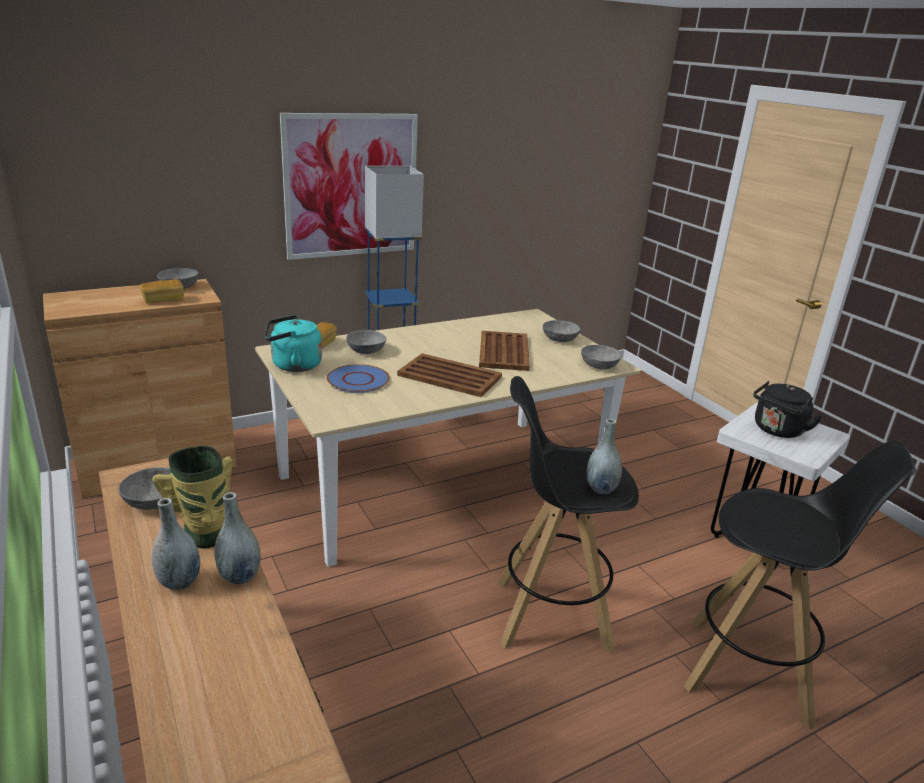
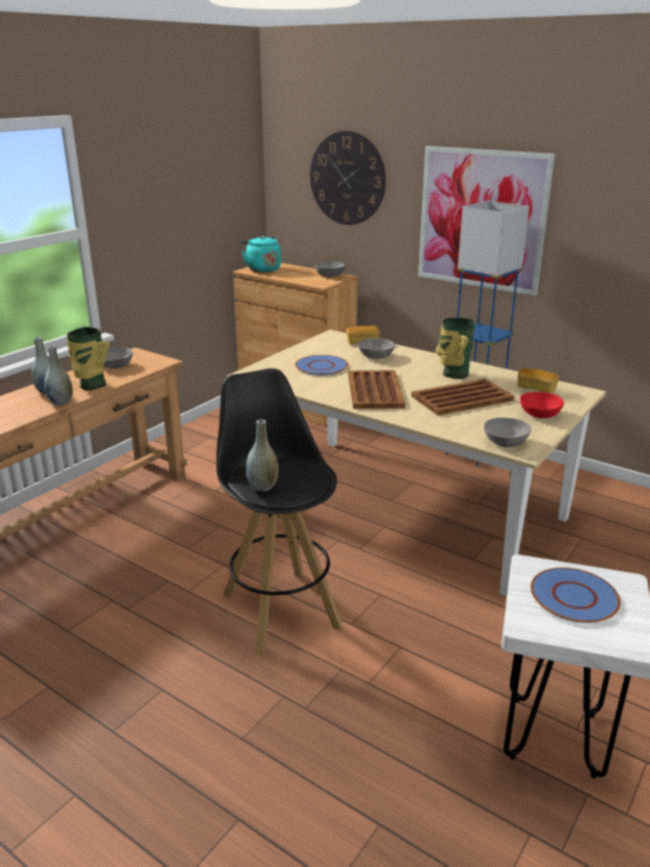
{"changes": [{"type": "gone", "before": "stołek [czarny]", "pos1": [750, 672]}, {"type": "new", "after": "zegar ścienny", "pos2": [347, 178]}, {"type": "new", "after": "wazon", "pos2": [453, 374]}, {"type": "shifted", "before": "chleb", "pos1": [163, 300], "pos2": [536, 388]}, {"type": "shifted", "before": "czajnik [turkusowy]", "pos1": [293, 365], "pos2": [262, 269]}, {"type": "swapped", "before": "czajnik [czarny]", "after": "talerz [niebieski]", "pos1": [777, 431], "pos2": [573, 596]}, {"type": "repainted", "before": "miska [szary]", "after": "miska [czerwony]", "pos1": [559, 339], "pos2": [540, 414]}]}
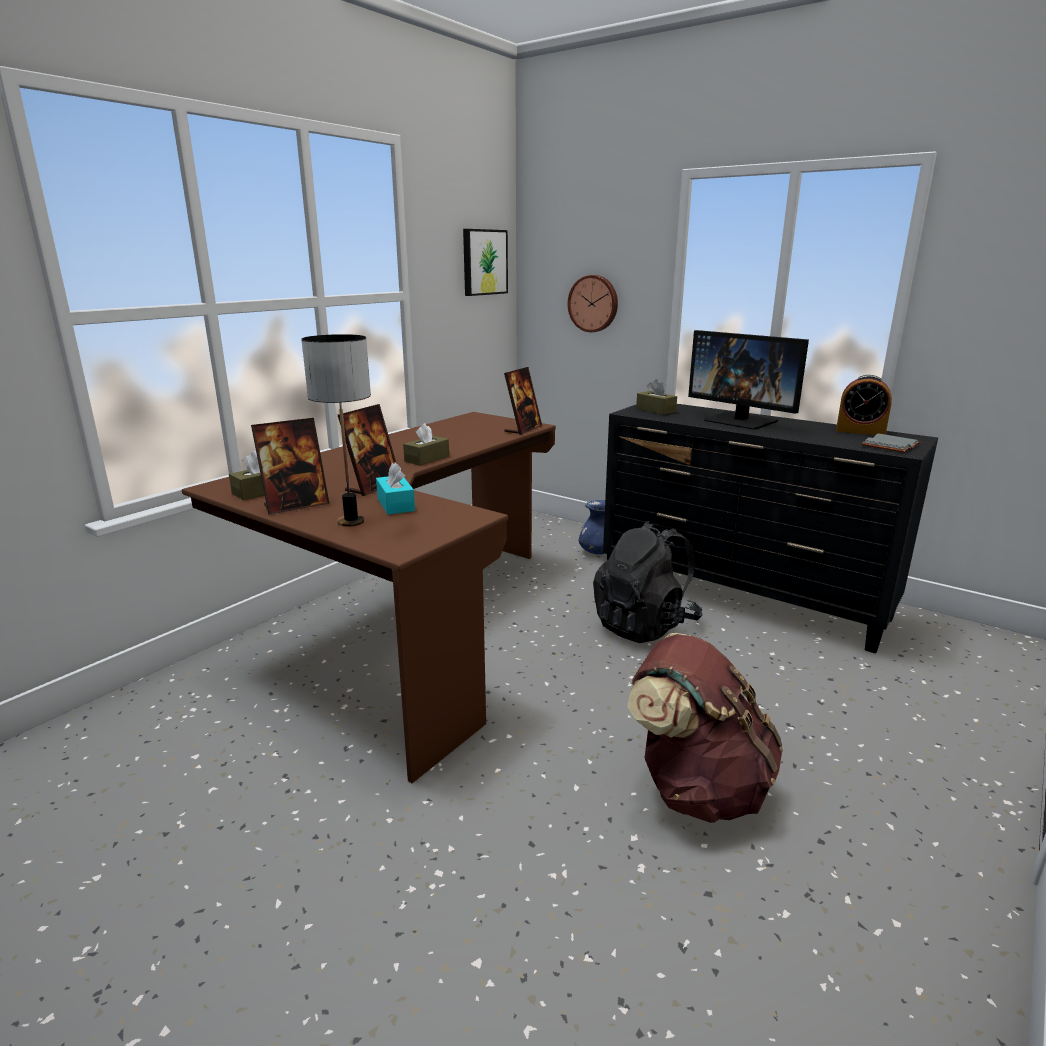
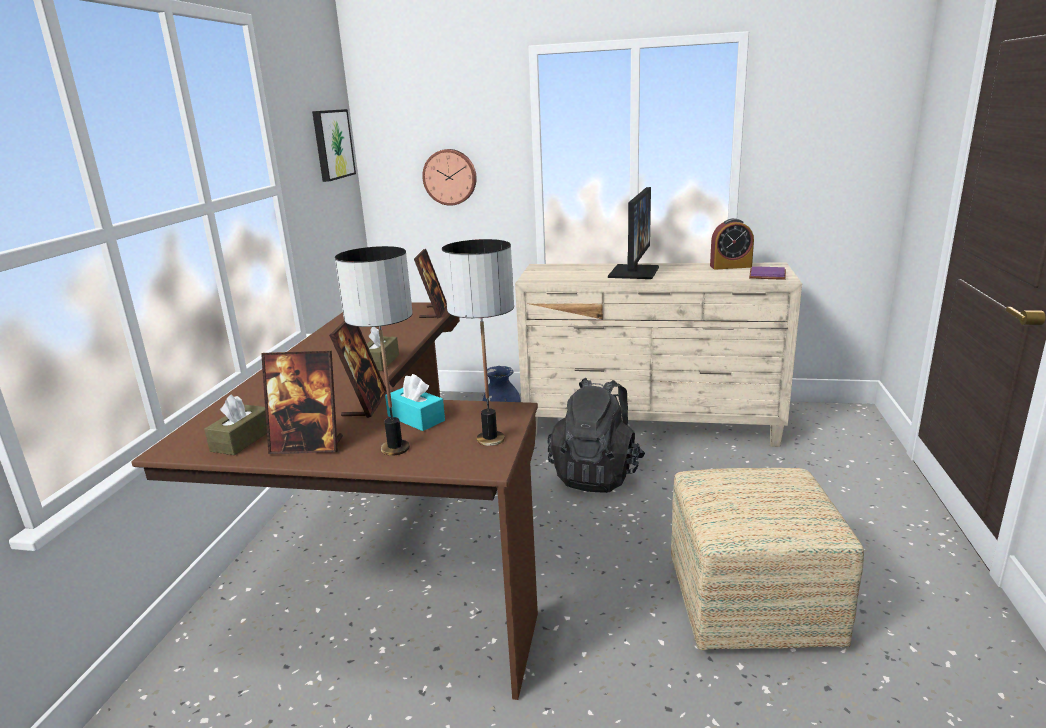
{"changes": [{"type": "gone", "before": "pudełko chusteczek [brązowy]", "pos1": [655, 410]}, {"type": "new", "after": "lampa stołowa", "pos2": [490, 439]}, {"type": "swapped", "before": "plecak [brązowy]", "after": "pufa", "pos1": [696, 787], "pos2": [749, 603]}, {"type": "repainted", "before": "komoda [czarny]", "after": "komoda [beżowy]", "pos1": [741, 596], "pos2": [651, 426]}, {"type": "repainted", "before": "książka [szary]", "after": "książka [fioletowy]", "pos1": [889, 445], "pos2": [766, 275]}, {"type": "rotated", "before": "ramka na zdjęcie", "pos1": [296, 505], "pos2": [308, 446], "turn": 60}, {"type": "rotated", "before": "monitor", "pos1": [741, 421], "pos2": [633, 272], "turn": -90}]}
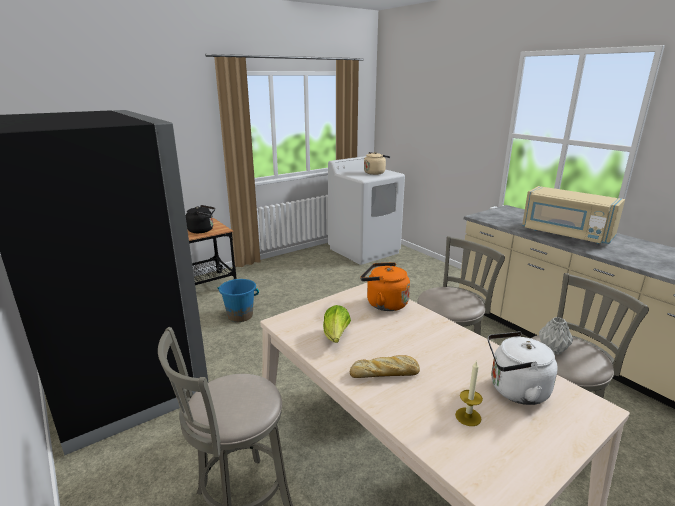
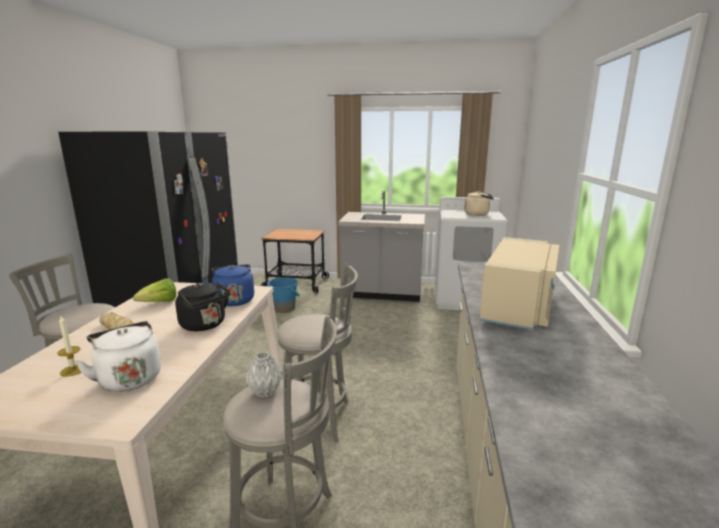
{"changes": [{"type": "new", "after": "zabudowa kuchenna [szary]", "pos2": [382, 294]}, {"type": "shifted", "before": "czajnik [czarny]", "pos1": [202, 230], "pos2": [205, 325]}, {"type": "repainted", "before": "czajnik [pomarańczowy]", "after": "czajnik [niebieski]", "pos1": [384, 303], "pos2": [234, 300]}, {"type": "rotated", "before": "mikrofalówka [beżowy]", "pos1": [565, 234], "pos2": [517, 307], "turn": -150}]}
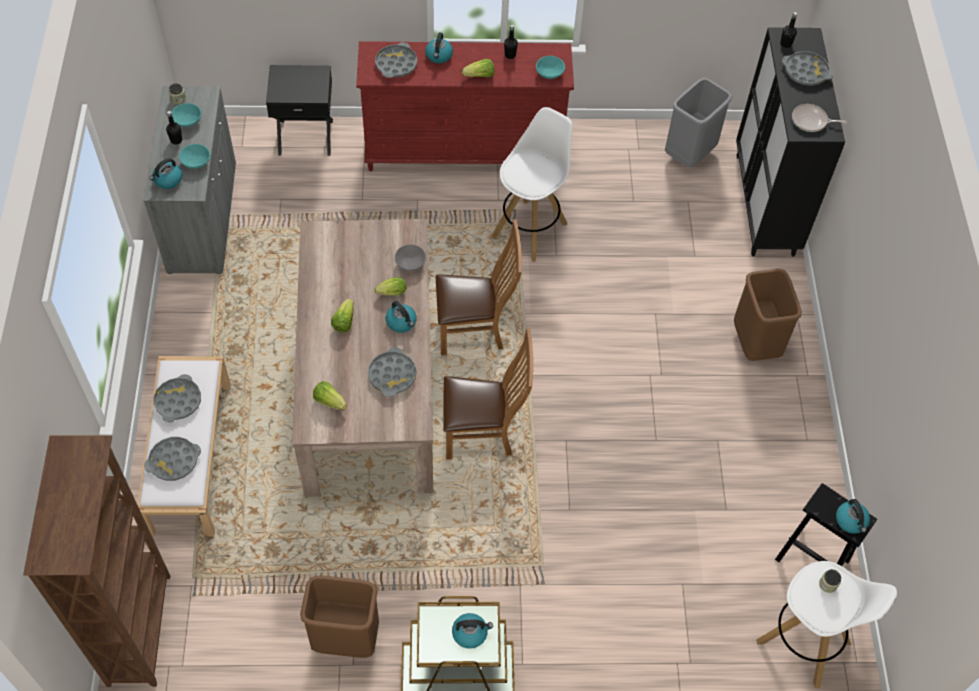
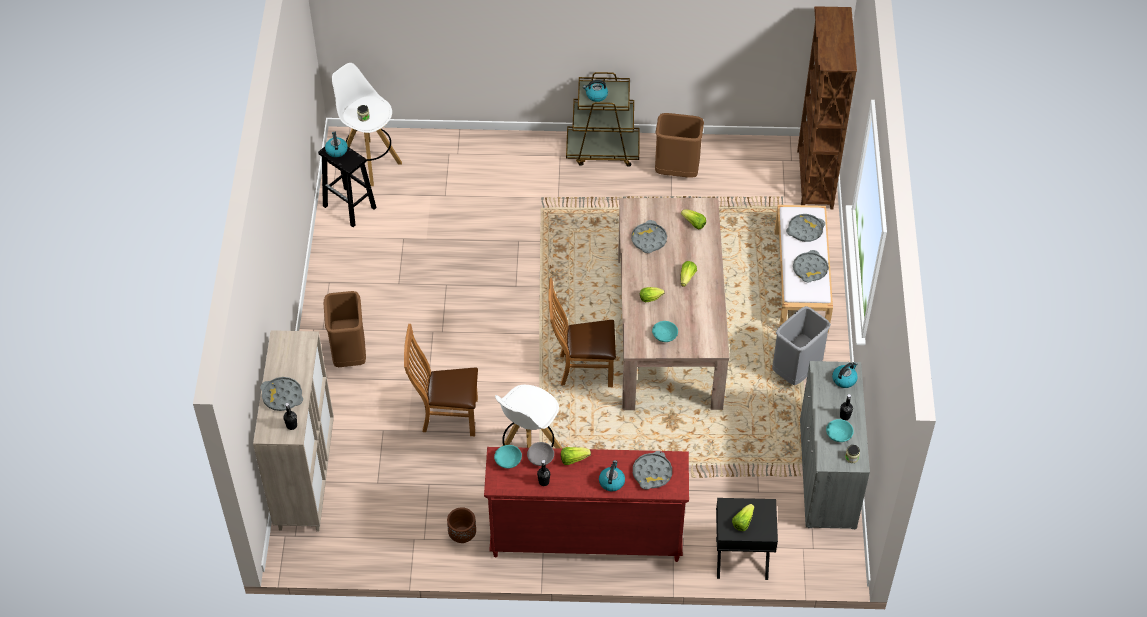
{"changes": [{"type": "gone", "before": "czajnik", "pos1": [401, 322]}, {"type": "gone", "before": "patelnia", "pos1": [811, 121]}, {"type": "new", "after": "donica [brązowy]", "pos2": [462, 534]}, {"type": "new", "after": "sałata", "pos2": [743, 522]}, {"type": "shifted", "before": "miska [turkusowy]", "pos1": [196, 162], "pos2": [664, 336]}, {"type": "shifted", "before": "miska [szary]", "pos1": [410, 263], "pos2": [541, 458]}, {"type": "shifted", "before": "krzesło [brązowy]", "pos1": [483, 434], "pos2": [446, 416]}, {"type": "shifted", "before": "kosz na śmieci [szary]", "pos1": [689, 153], "pos2": [796, 371]}, {"type": "repainted", "before": "szafka [czarny]", "after": "szafka [beżowy]", "pos1": [765, 204], "pos2": [305, 478]}]}
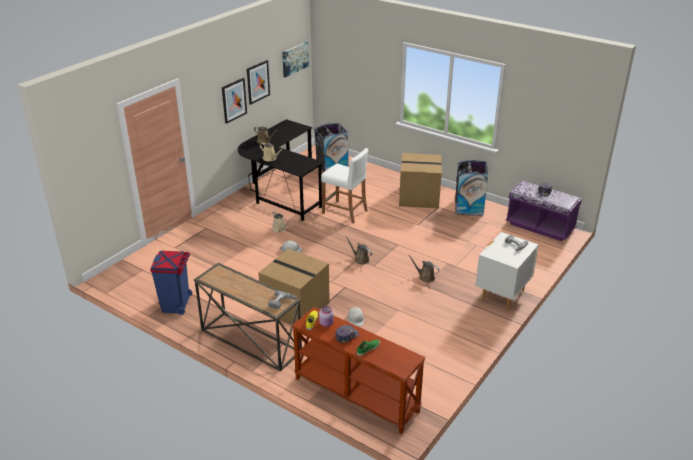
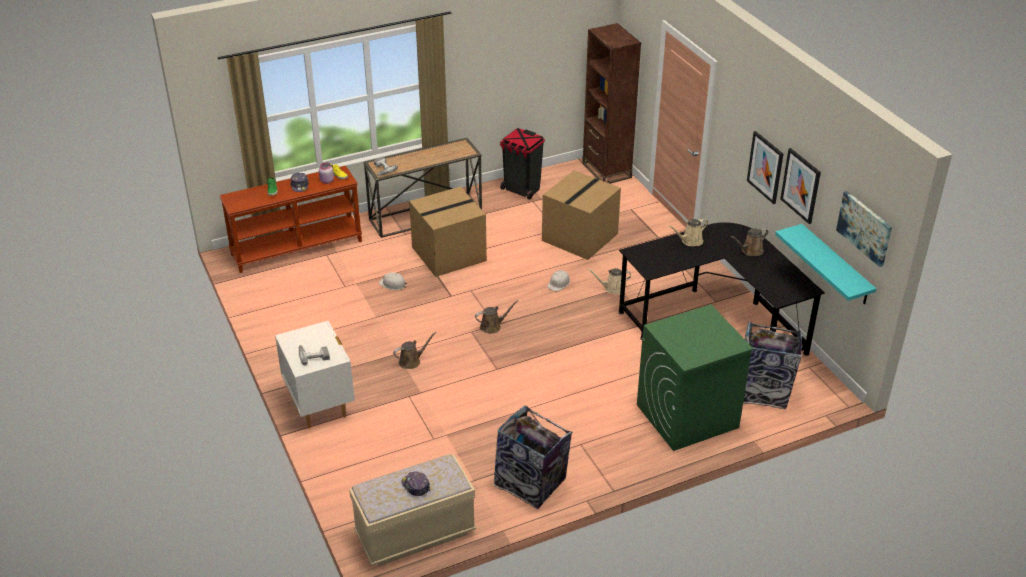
{"changes": [{"type": "gone", "before": "stołek [biały]", "pos1": [345, 212]}, {"type": "new", "after": "regał [brązowy]", "pos2": [606, 170]}, {"type": "new", "after": "pralka [zielony]", "pos2": [686, 416]}, {"type": "new", "after": "półka [turkusowy]", "pos2": [835, 265]}, {"type": "shifted", "before": "karton", "pos1": [420, 197], "pos2": [580, 238]}, {"type": "repainted", "before": "kosz na śmieci [niebieski]", "after": "kosz na śmieci [czarny]", "pos1": [176, 304], "pos2": [521, 190]}, {"type": "repainted", "before": "ławka [fioletowy]", "after": "ławka [beżowy]", "pos1": [540, 227], "pos2": [415, 534]}]}
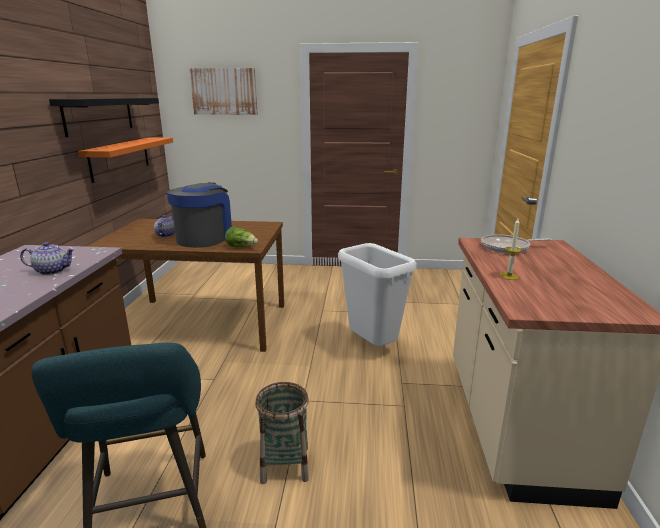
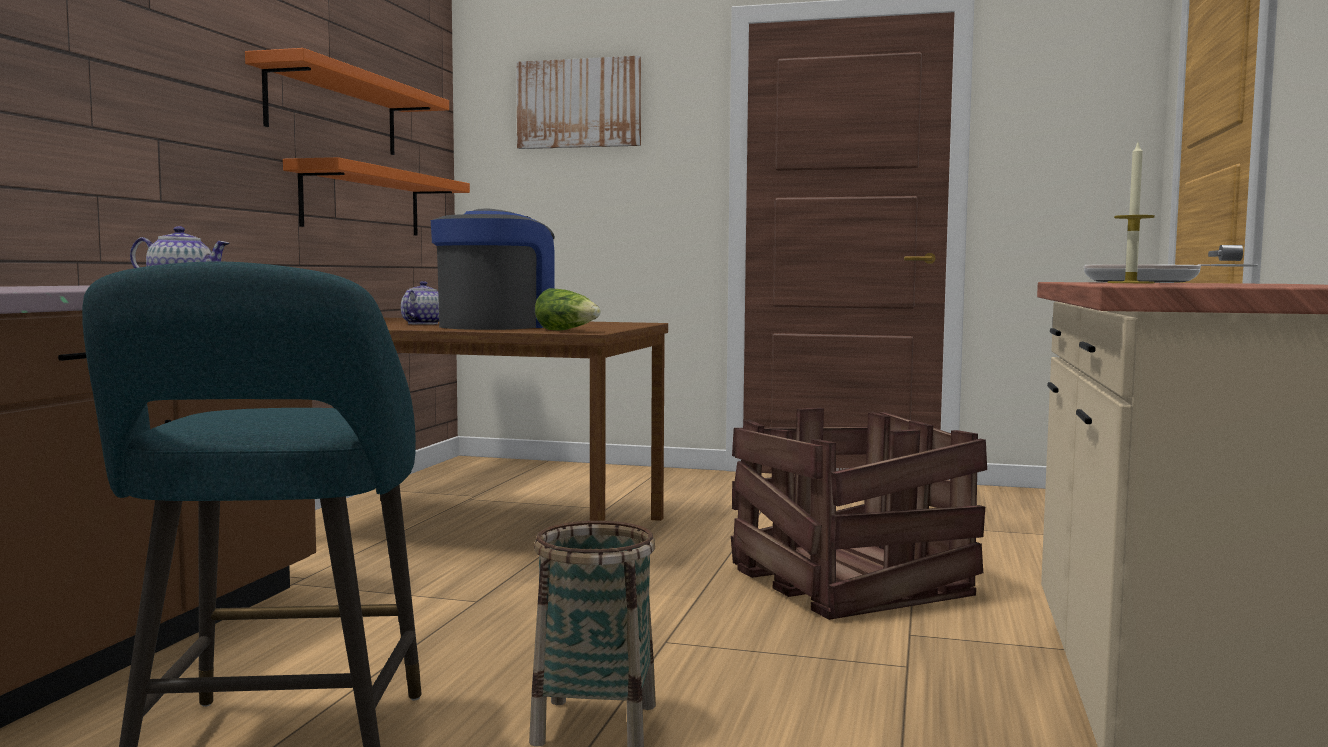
{"changes": [{"type": "swapped", "before": "kosz na śmieci [biały]", "after": "skrzynka", "pos1": [371, 347], "pos2": [849, 581]}, {"type": "repainted", "before": "półka [czarny]", "after": "półka [pomarańczowy]", "pos1": [99, 115], "pos2": [334, 111]}]}
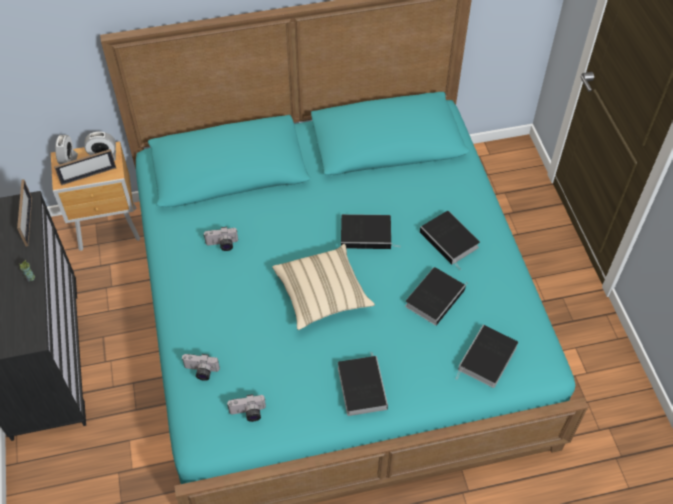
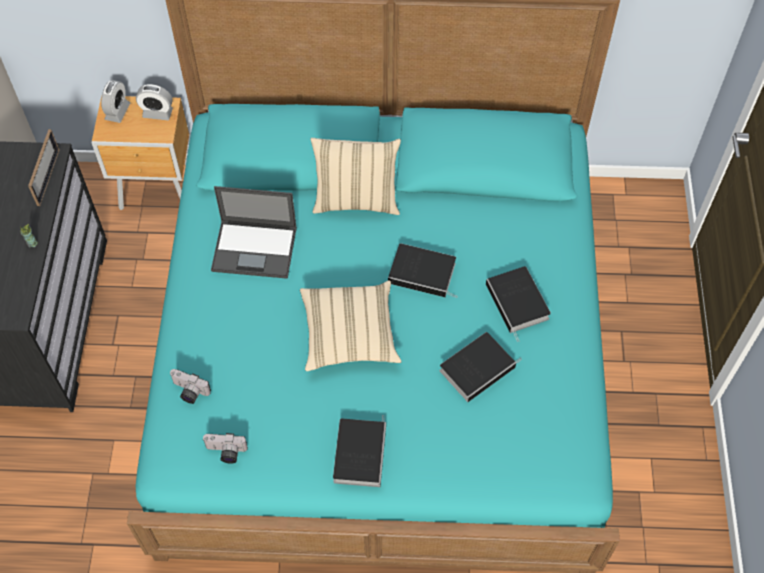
{"changes": [{"type": "gone", "before": "ramka na zdjęcie", "pos1": [88, 176]}, {"type": "gone", "before": "książka", "pos1": [487, 360]}, {"type": "new", "after": "poduszka [beżowy]", "pos2": [356, 200]}, {"type": "swapped", "before": "aparat fotograficzny", "after": "laptop", "pos1": [222, 245], "pos2": [255, 249]}]}
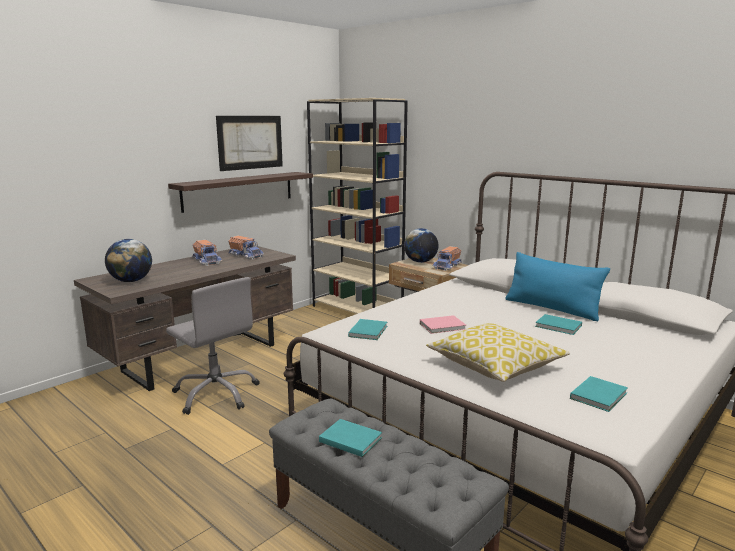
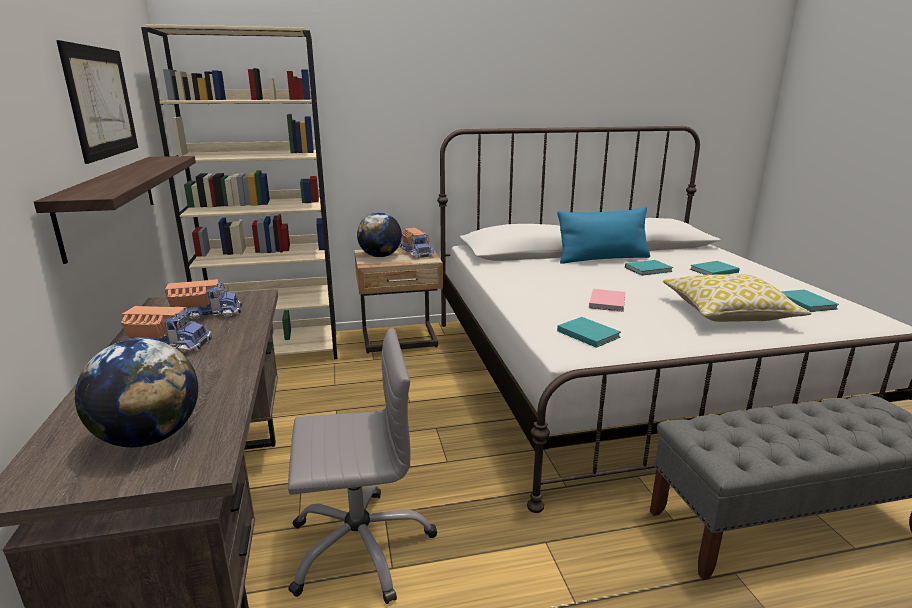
{"changes": [{"type": "shifted", "before": "książka [turkusowy]", "pos1": [349, 439], "pos2": [712, 271]}]}
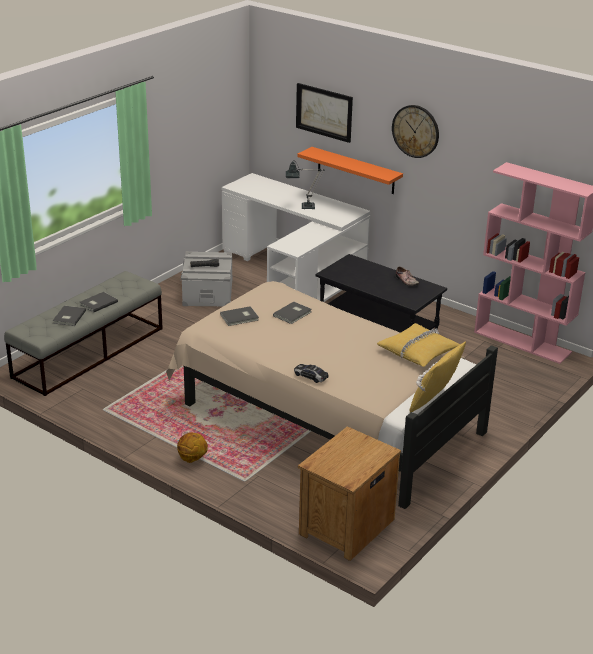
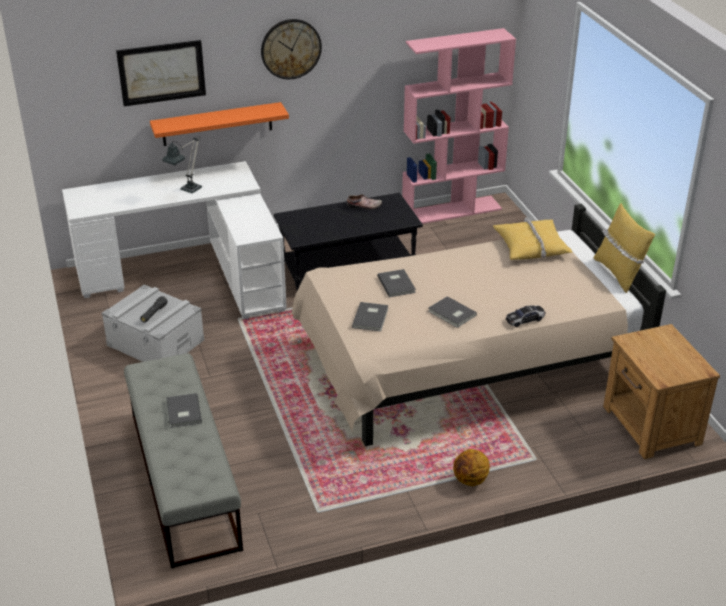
{"changes": [{"type": "shifted", "before": "książka [szary]", "pos1": [68, 317], "pos2": [451, 314]}]}
